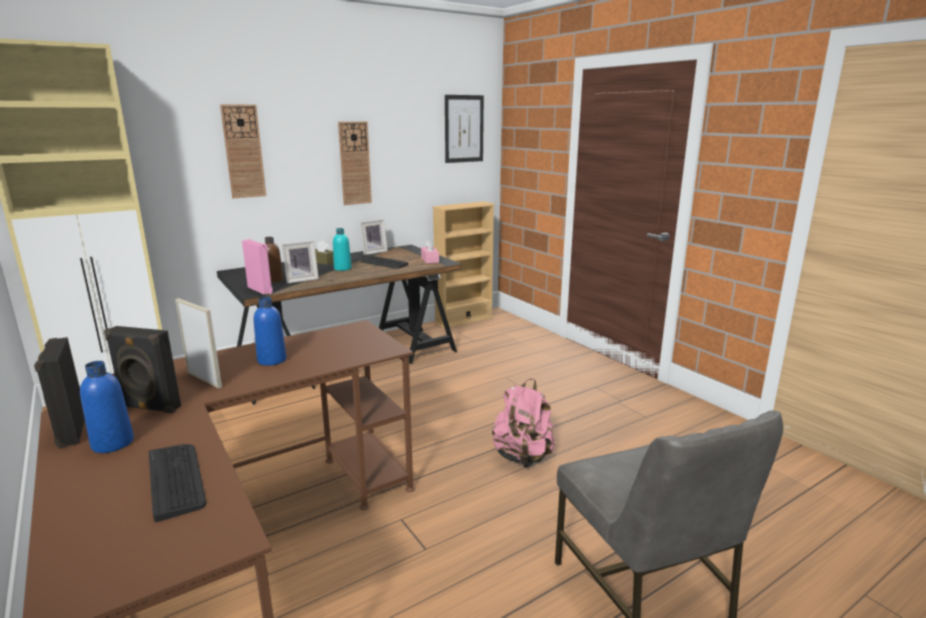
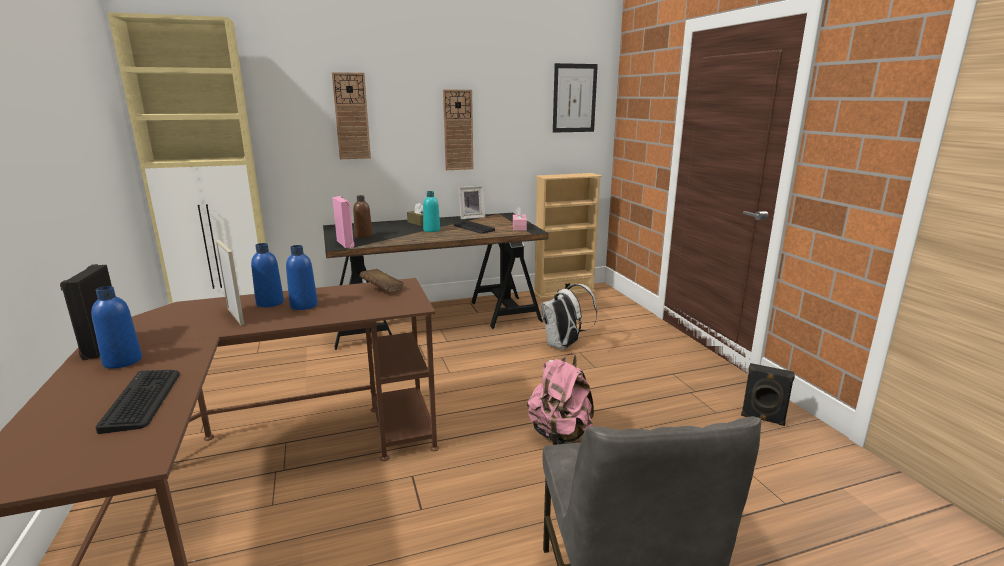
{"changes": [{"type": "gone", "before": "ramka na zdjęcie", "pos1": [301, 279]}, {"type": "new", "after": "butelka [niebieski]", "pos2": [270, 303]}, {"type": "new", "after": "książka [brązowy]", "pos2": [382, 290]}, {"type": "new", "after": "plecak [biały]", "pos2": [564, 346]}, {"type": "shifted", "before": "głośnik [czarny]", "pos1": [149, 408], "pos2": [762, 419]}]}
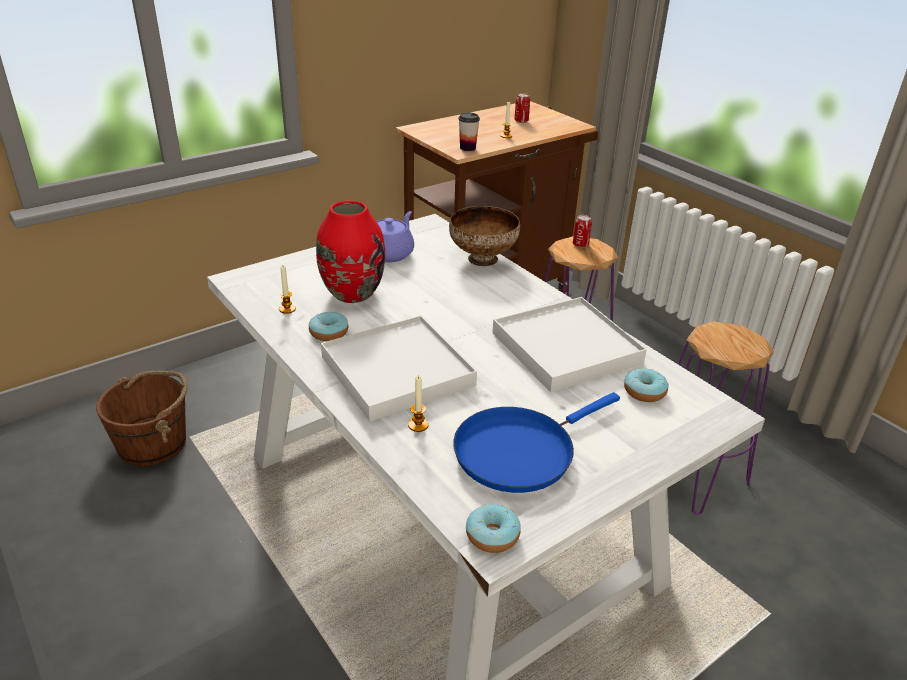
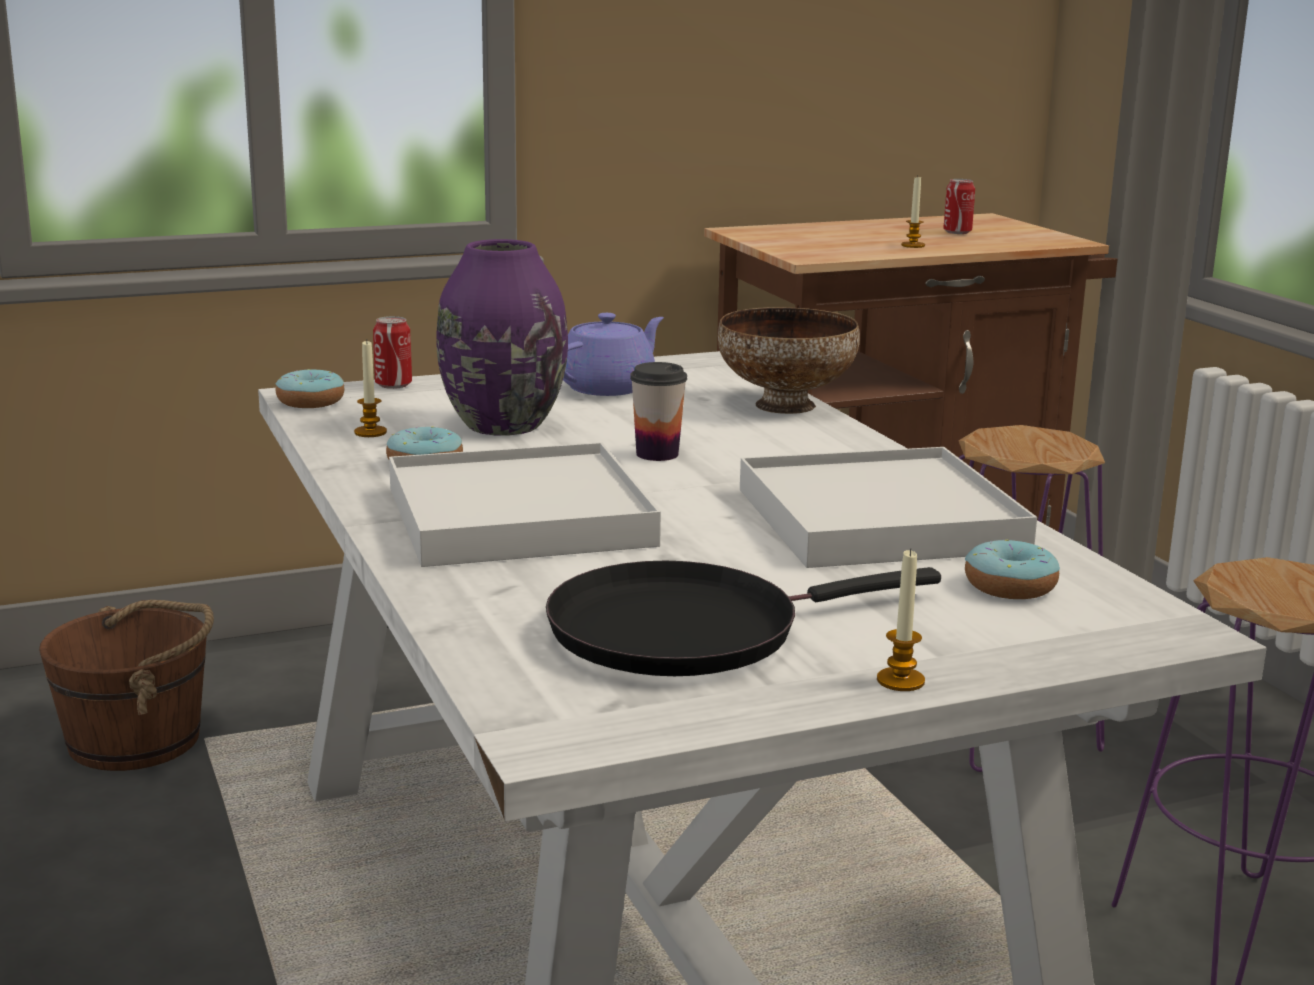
{"changes": [{"type": "shifted", "before": "świeca", "pos1": [418, 425], "pos2": [900, 681]}, {"type": "shifted", "before": "filiżanka", "pos1": [467, 148], "pos2": [657, 454]}, {"type": "shifted", "before": "donut", "pos1": [492, 535], "pos2": [310, 402]}, {"type": "shifted", "before": "puszka", "pos1": [580, 244], "pos2": [393, 385]}, {"type": "repainted", "before": "wazon [czerwony]", "after": "wazon [fioletowy]", "pos1": [352, 293], "pos2": [503, 425]}, {"type": "repainted", "before": "patelnia [niebieski]", "after": "patelnia [czarny]", "pos1": [519, 451], "pos2": [688, 630]}]}
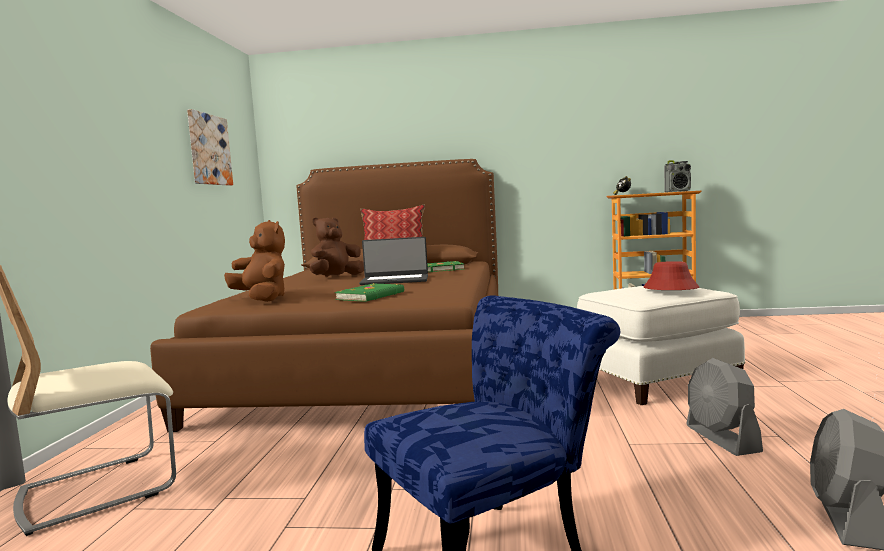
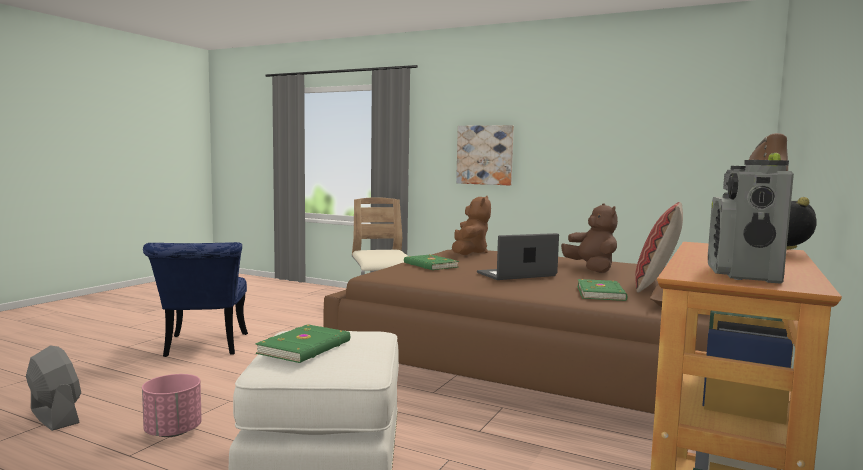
{"changes": [{"type": "shifted", "before": "obraz", "pos1": [209, 150], "pos2": [485, 155]}, {"type": "swapped", "before": "kapelusz [czerwony]", "after": "książka [zielony]", "pos1": [670, 288], "pos2": [306, 347]}, {"type": "swapped", "before": "wentylator [szary]", "after": "donica [różowy]", "pos1": [722, 439], "pos2": [172, 432]}, {"type": "rotated", "before": "pluszak [brązowy]", "pos1": [262, 299], "pos2": [469, 253], "turn": -60}, {"type": "rotated", "before": "laptop", "pos1": [395, 280], "pos2": [517, 275], "turn": 45}]}
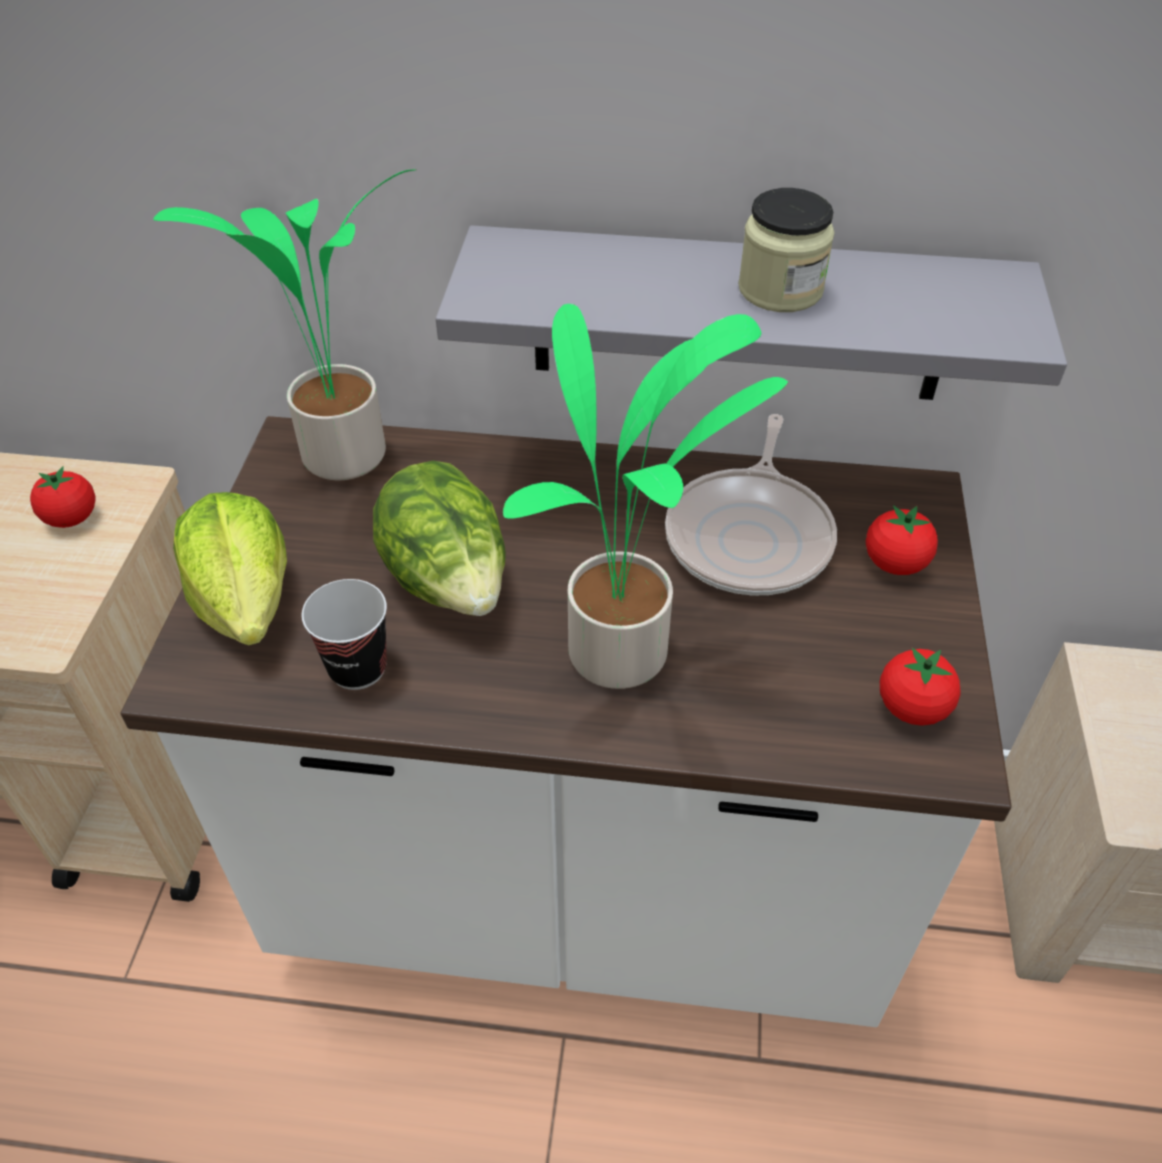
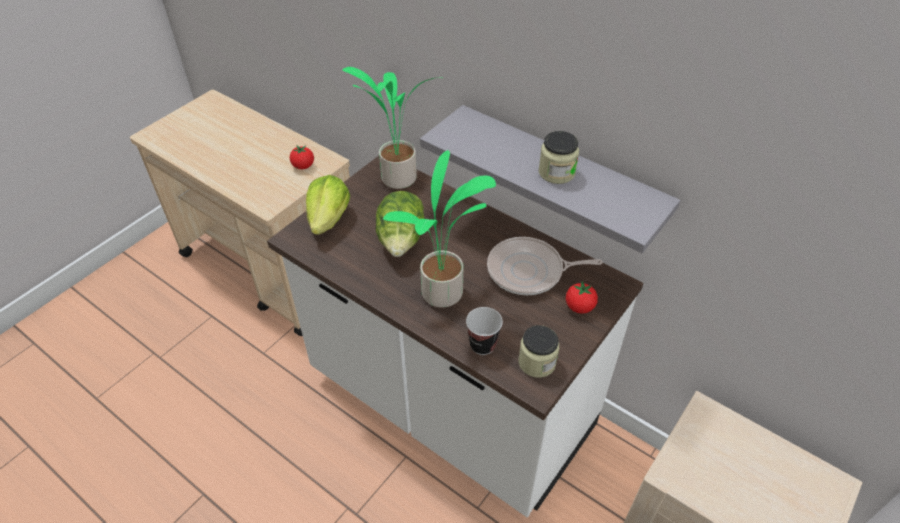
{"changes": [{"type": "shifted", "before": "filiżanka", "pos1": [357, 668], "pos2": [482, 345]}, {"type": "swapped", "before": "pomidor", "after": "słoik", "pos1": [912, 708], "pos2": [537, 362]}, {"type": "rotated", "before": "patelnia", "pos1": [751, 535], "pos2": [529, 271], "turn": 45}]}
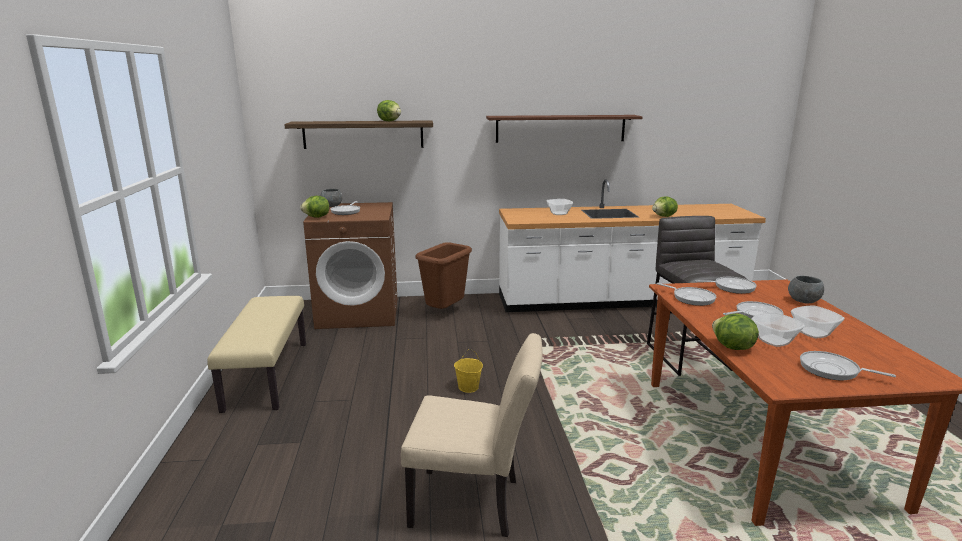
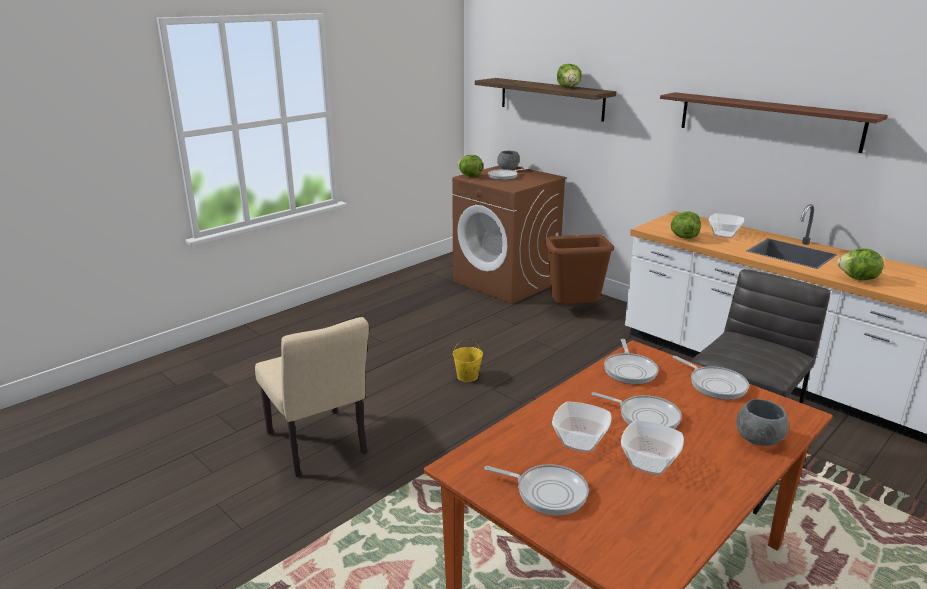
{"changes": [{"type": "gone", "before": "ławka [beżowy]", "pos1": [266, 375]}, {"type": "shifted", "before": "sałata", "pos1": [732, 347], "pos2": [684, 237]}, {"type": "rotated", "before": "patelnia", "pos1": [832, 370], "pos2": [547, 492], "turn": 120}]}
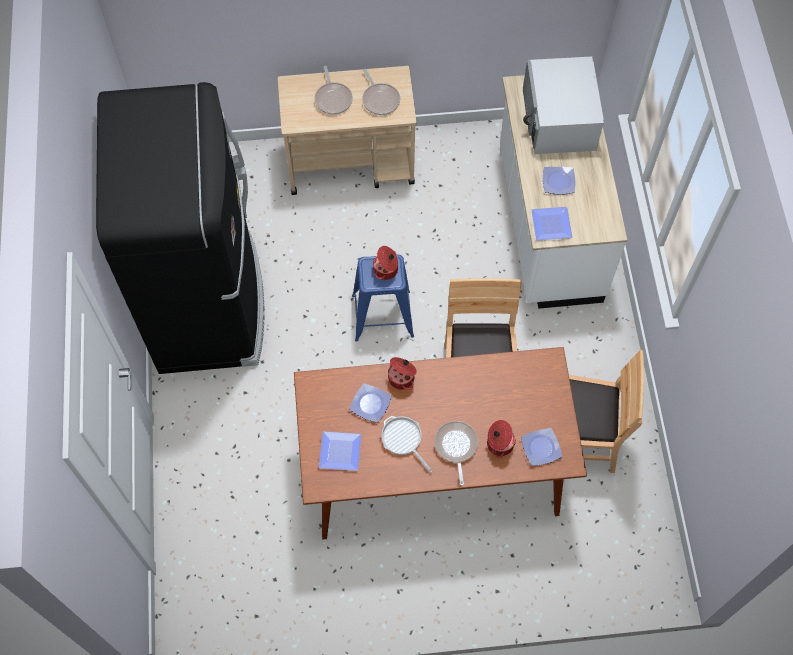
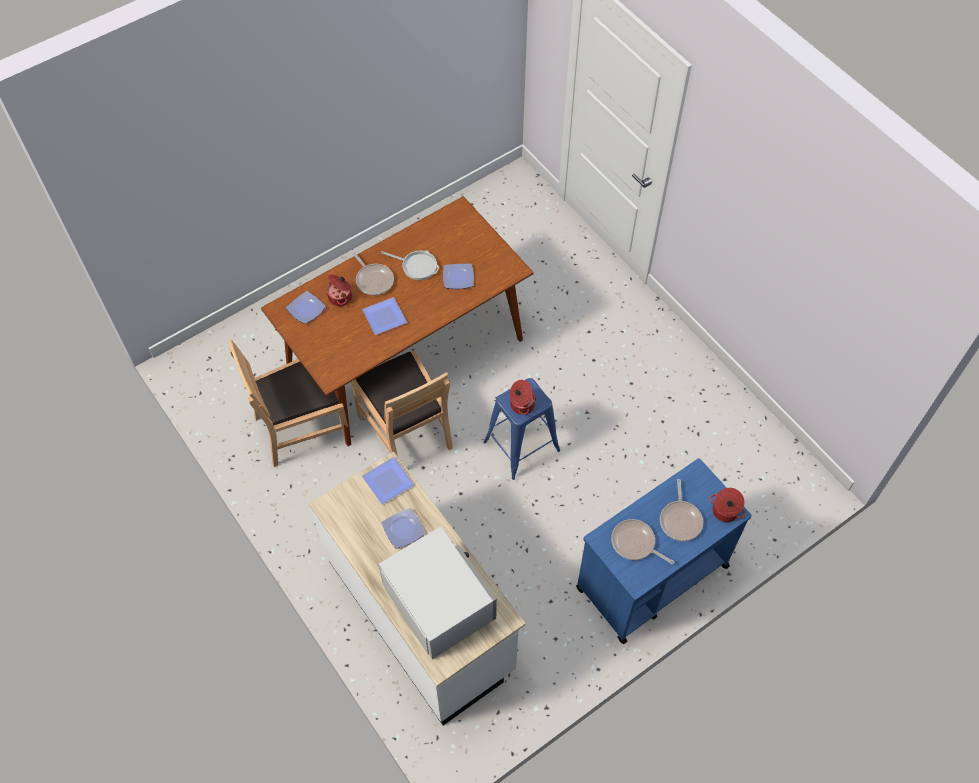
{"changes": [{"type": "gone", "before": "lodówka [czarny]", "pos1": [209, 302]}, {"type": "shifted", "before": "talerz", "pos1": [338, 453], "pos2": [385, 316]}, {"type": "shifted", "before": "garnek", "pos1": [402, 377], "pos2": [724, 511]}, {"type": "repainted", "before": "wózek [beżowy]", "after": "wózek [niebieski]", "pos1": [351, 164], "pos2": [651, 577]}, {"type": "rotated", "before": "patelnia", "pos1": [333, 98], "pos2": [680, 520], "turn": -135}]}
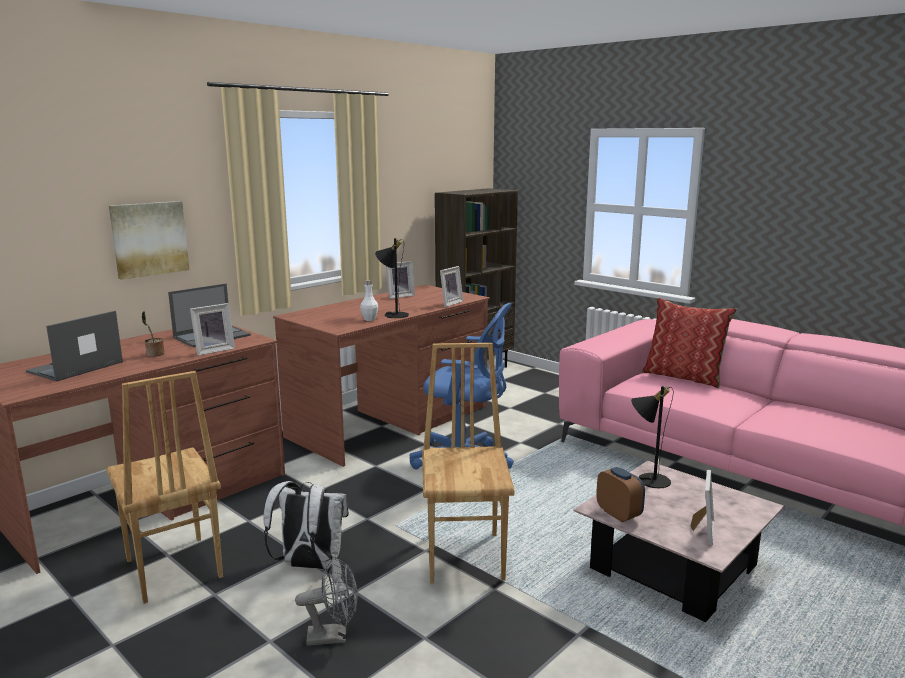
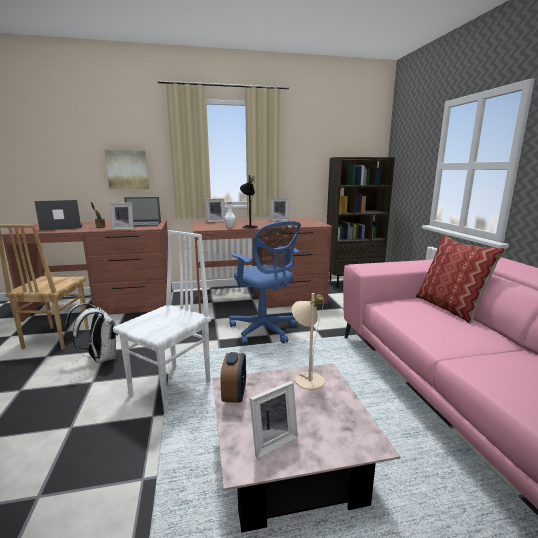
{"changes": [{"type": "gone", "before": "wentylator [szary]", "pos1": [334, 636]}, {"type": "shifted", "before": "ramka na zdjęcie", "pos1": [449, 303], "pos2": [215, 221]}, {"type": "repainted", "before": "krzesło [brązowy]", "after": "krzesło [biały]", "pos1": [466, 557], "pos2": [172, 388]}, {"type": "repainted", "before": "lampa stołowa [czarny]", "after": "lampa stołowa [beżowy]", "pos1": [648, 479], "pos2": [307, 377]}]}
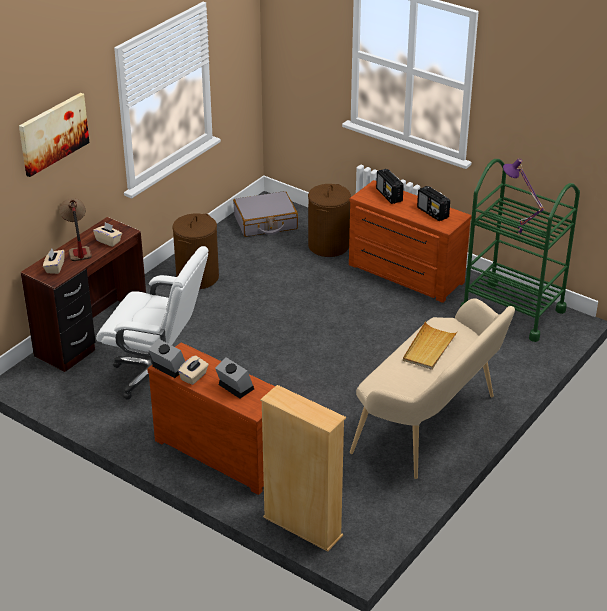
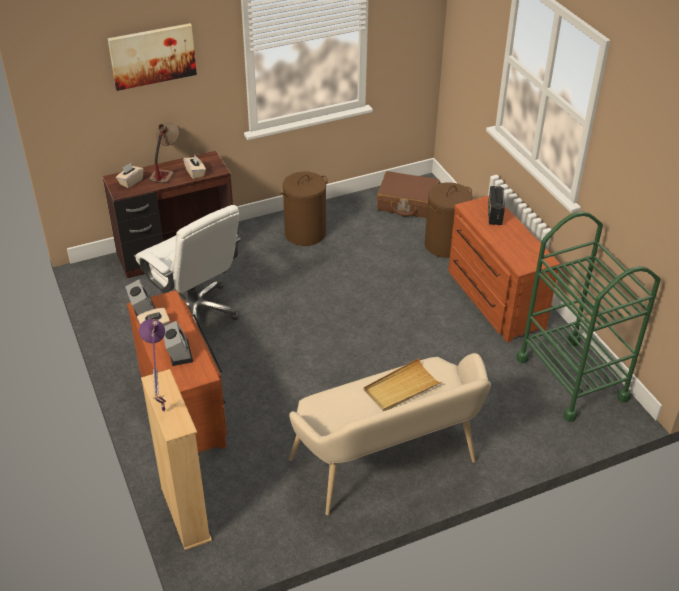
{"changes": [{"type": "gone", "before": "radio", "pos1": [433, 213]}, {"type": "shifted", "before": "lampa stołowa [fioletowy]", "pos1": [518, 234], "pos2": [161, 411]}, {"type": "repainted", "before": "walizka [szary]", "after": "walizka [brązowy]", "pos1": [265, 222], "pos2": [407, 203]}]}
